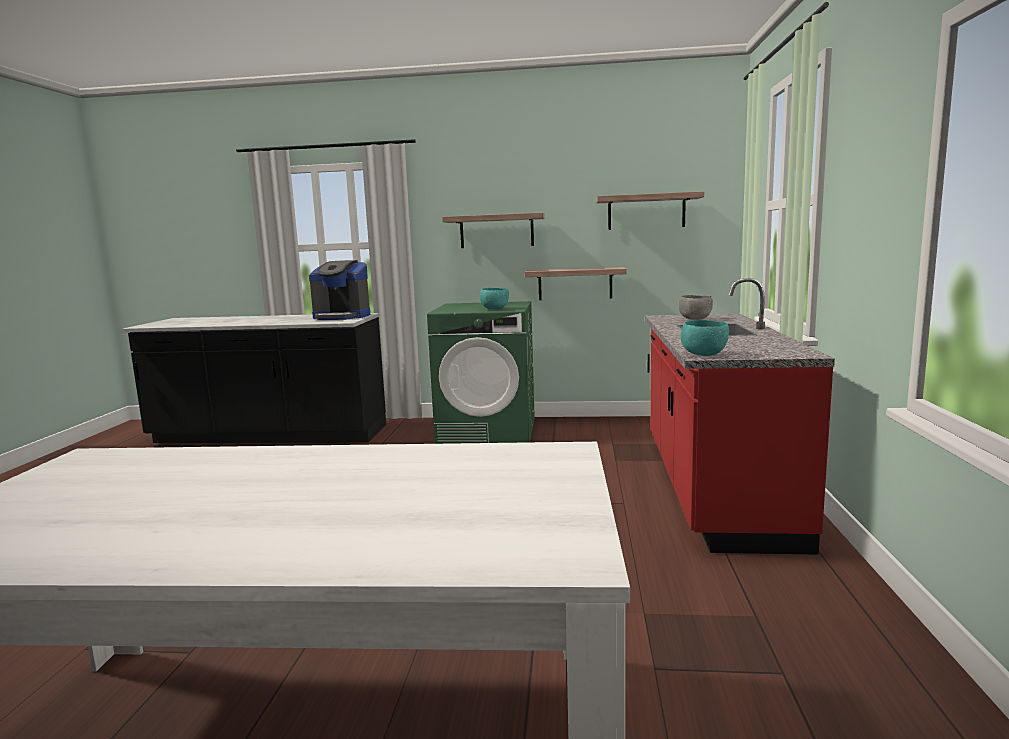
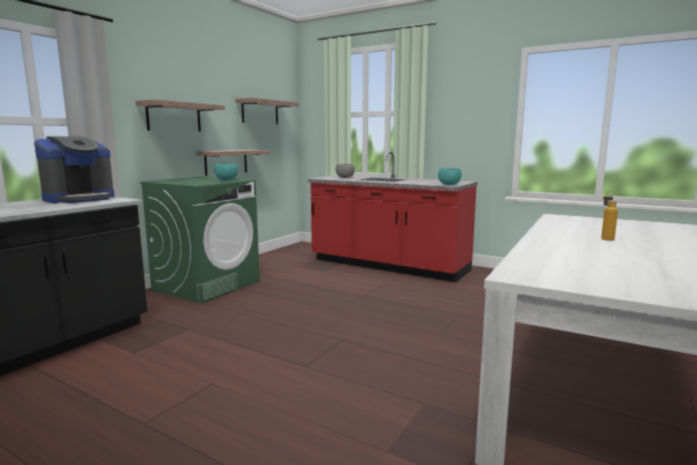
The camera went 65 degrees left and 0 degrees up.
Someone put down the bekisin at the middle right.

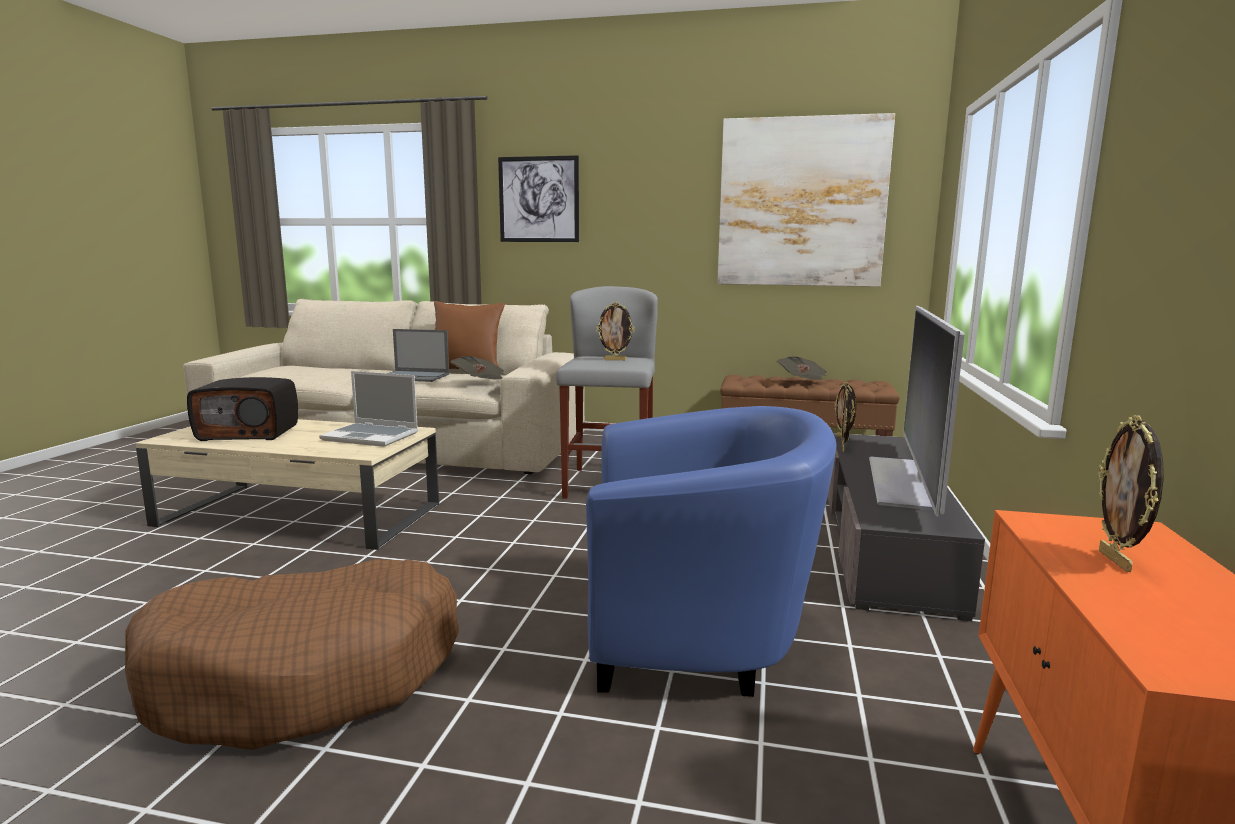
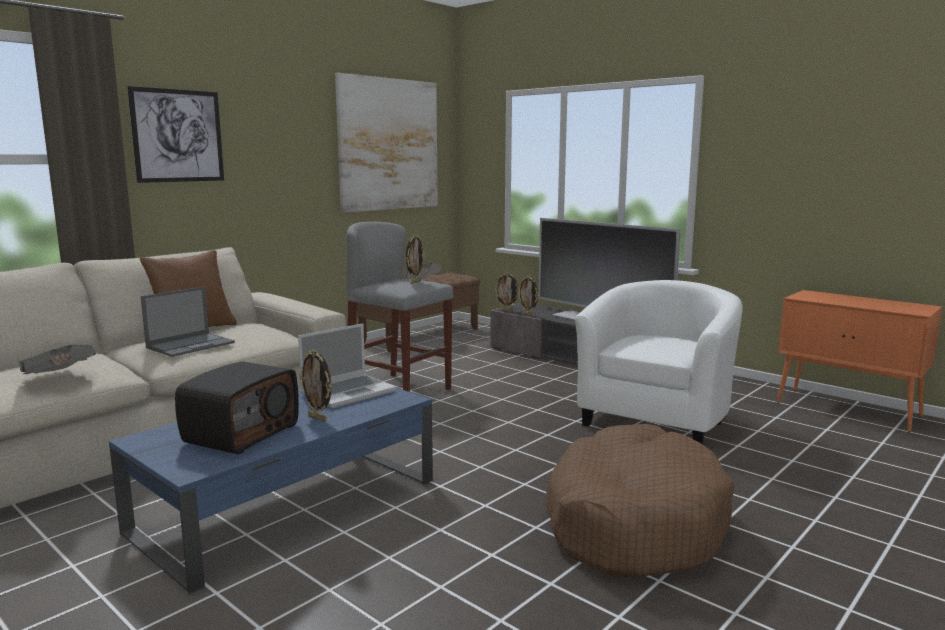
The camera went 60 degrees left and 0 degrees up.
Someone repainted the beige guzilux at the middle left, which became the blue guzilux at the bottom left.
Someone carried the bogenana (1st from left) from the centre to the middle left.
Someone repainted the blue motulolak at the bottom centre, which became the white motulolak at the middle right.
Someone carried the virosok (4th from left in the first image) from the middle right to the centre.

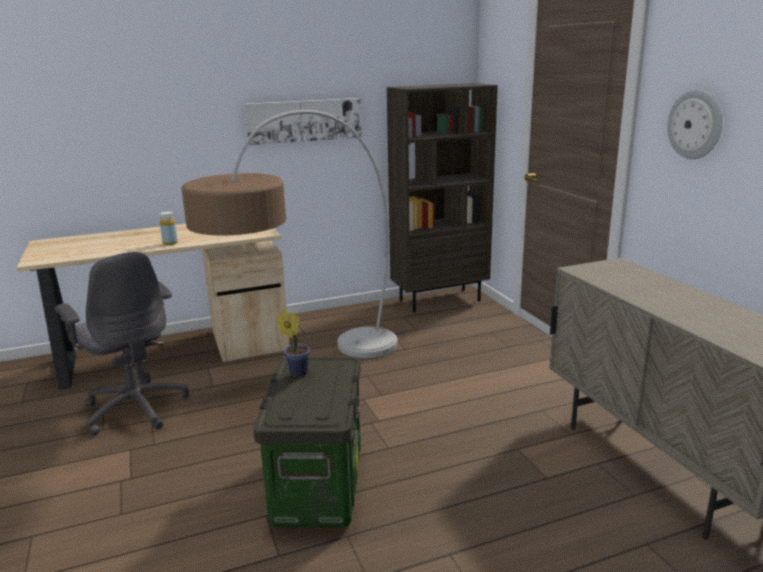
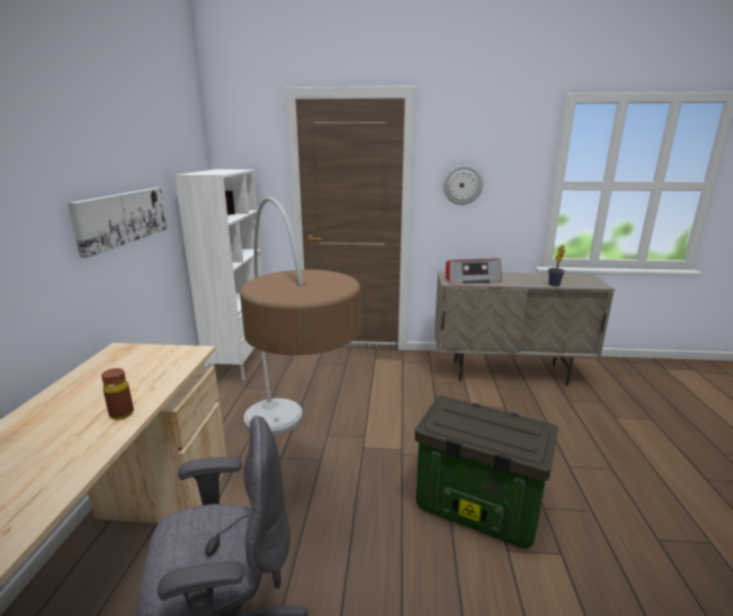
The camera went 65 degrees left and 0 degrees up.
Someone repainted the yellow bekisin at the middle left, which became the brown bekisin at the middle left.
Someone carried the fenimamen from the centre to the middle right.
Someone repainted the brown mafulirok at the centre, which became the white mafulirok at the middle left.
Someone put down the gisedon at the centre.

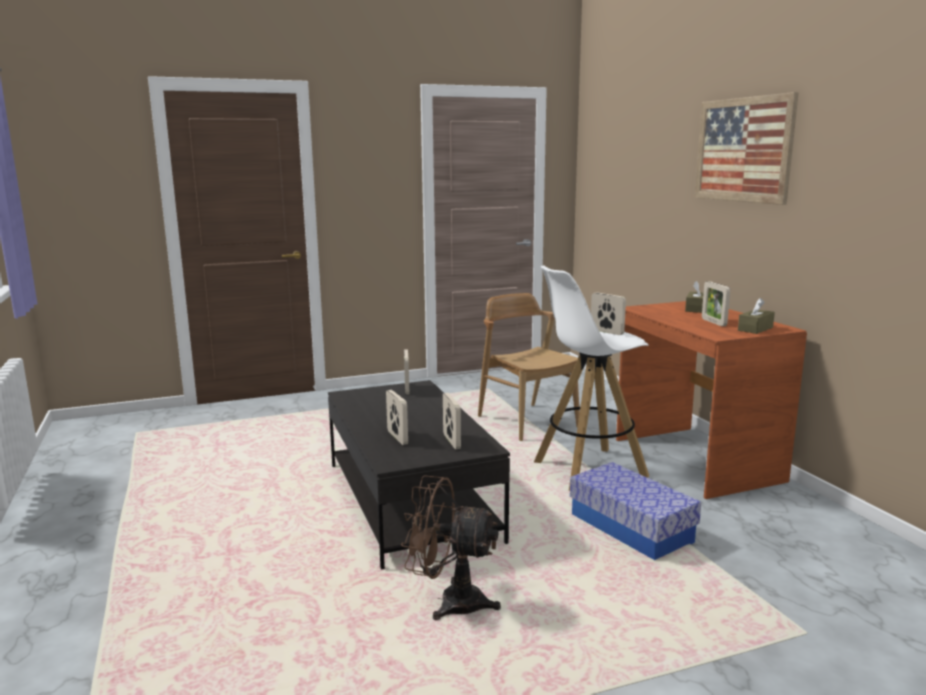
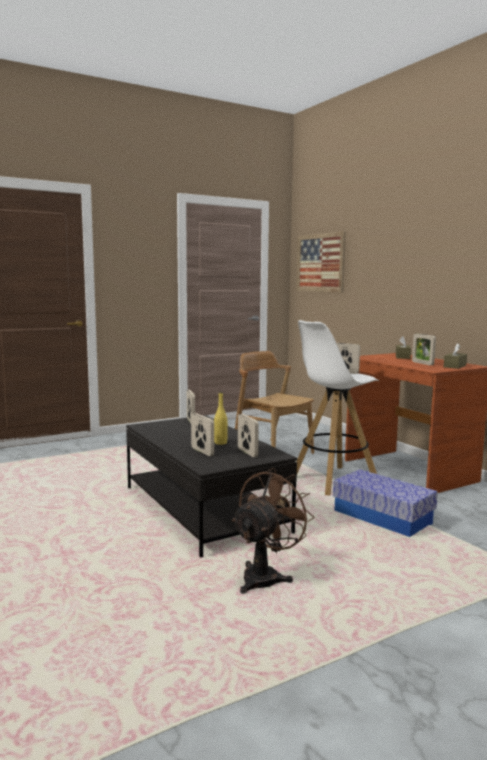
The camera went 10 degrees left and 5 degrees down.
Someone rotated the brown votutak at the bottom centre by 120 degrees clockwise.
Someone carried the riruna from the top right to the centre.
Someone put down the yellow bekisin at the centre.

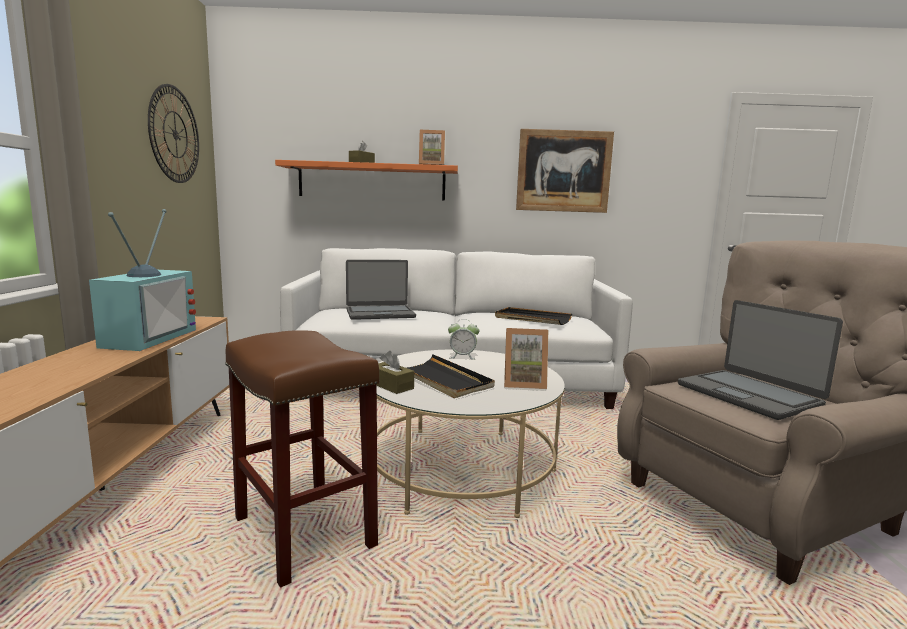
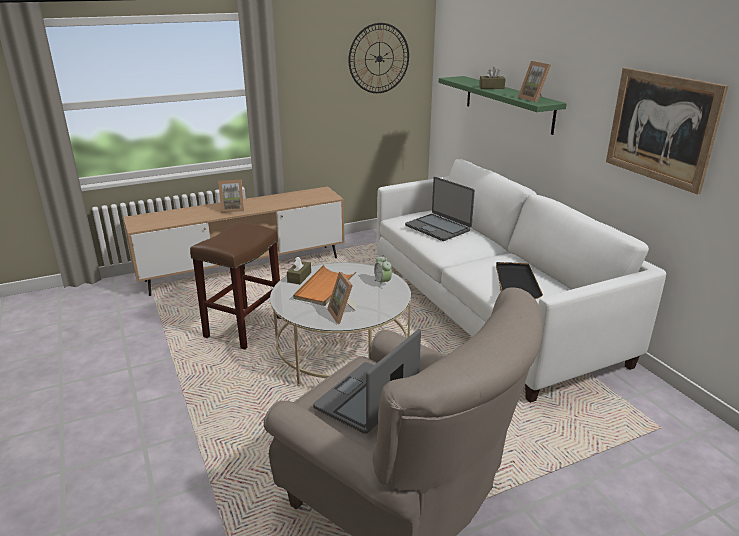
The camera went 65 degrees right and 15 degrees up.
Someone took away the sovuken at the middle left.
Someone repainted the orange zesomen at the top centre, which became the green zesomen at the top right.
Someone repainted the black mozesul (1st from left) at the centre, which became the orange mozesul at the centre.
Someone put down the virosok (1st from left) at the middle left.

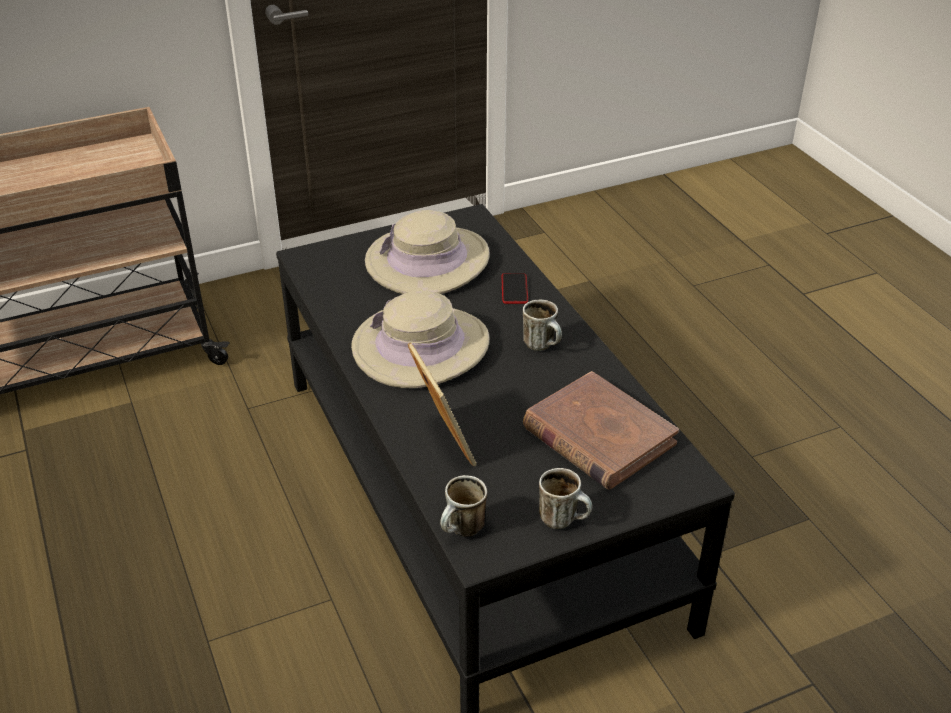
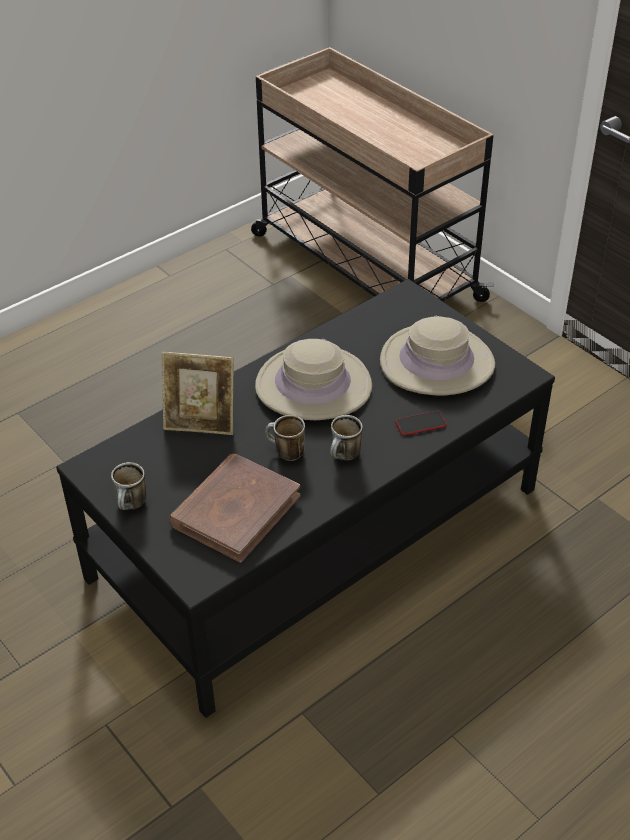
The camera went 75 degrees right and 5 degrees up.
Someone rotated the virosok at the centre by 45 degrees clockwise.
Someone carried the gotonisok (1st from left in the first image) from the bottom centre to the centre.

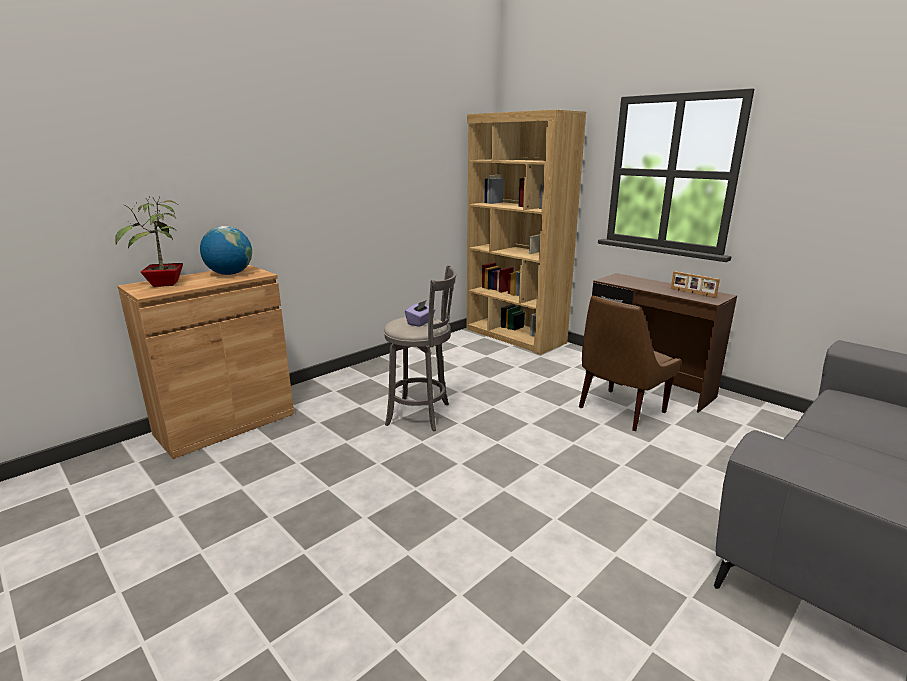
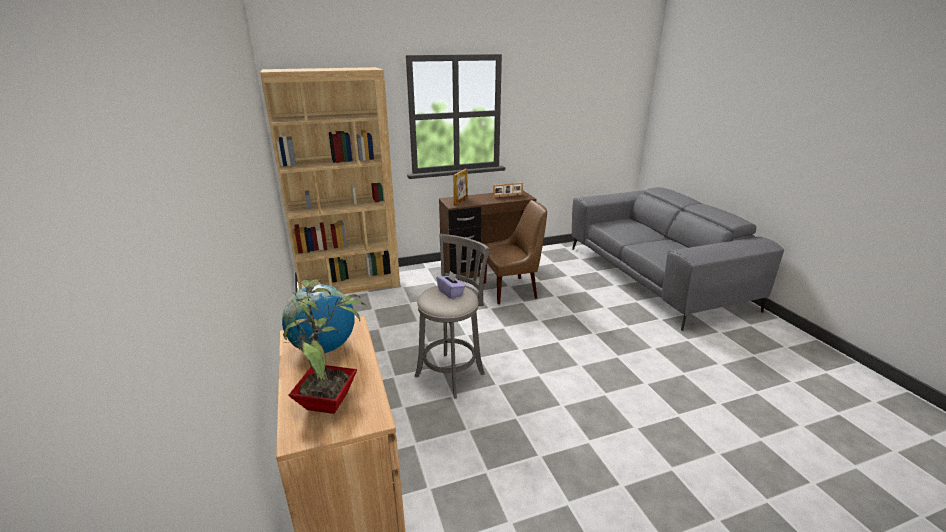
The camera went 65 degrees left and 5 degrees up.
Someone rotated the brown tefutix at the middle right by 90 degrees counterclockwise.
Someone put down the virosok (1st from left) at the centre.

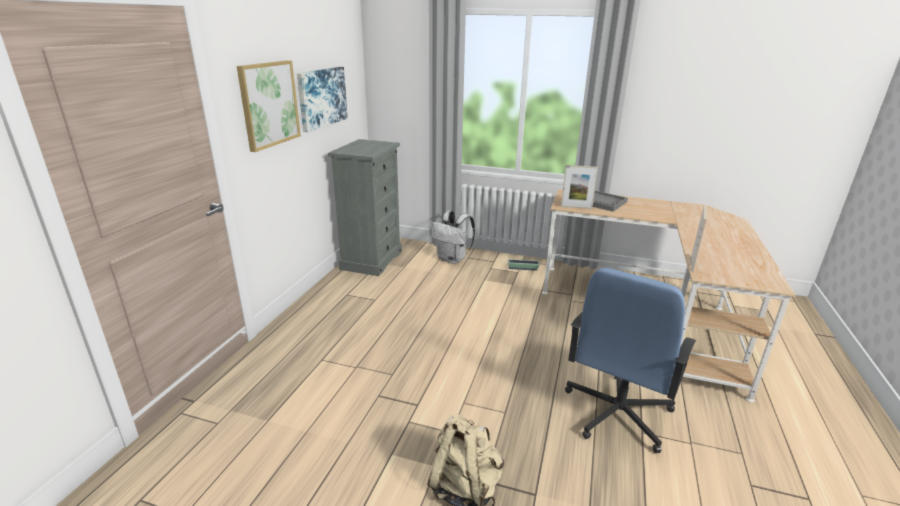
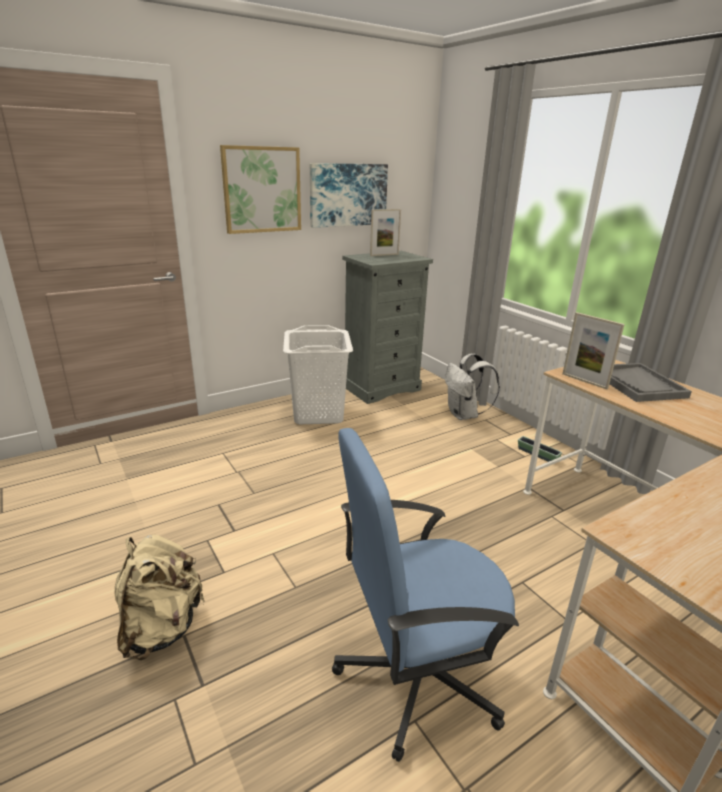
The camera went 40 degrees right and 0 degrees up.
Someone carried the virosok (2nd from left in the first image) from the middle right to the top centre.
Someone put down the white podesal at the centre.

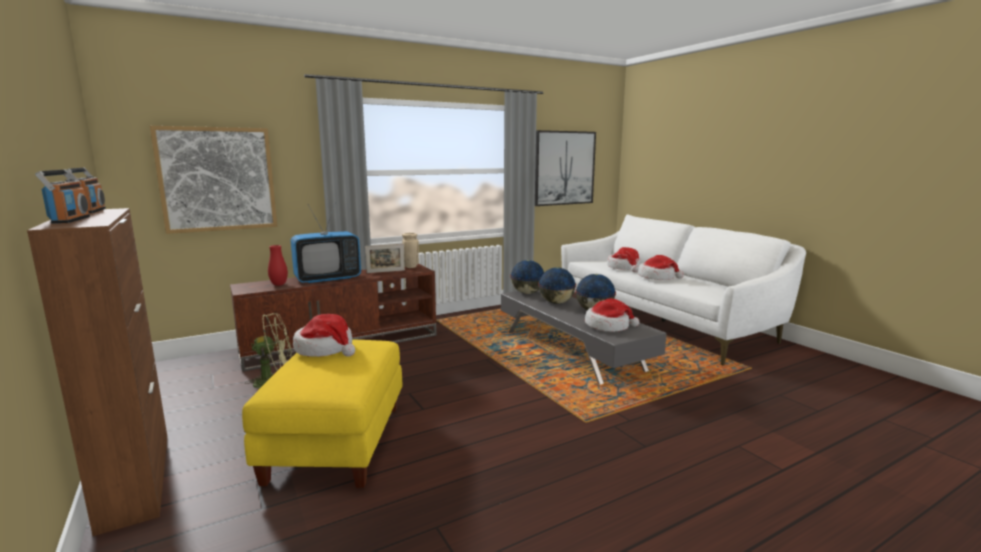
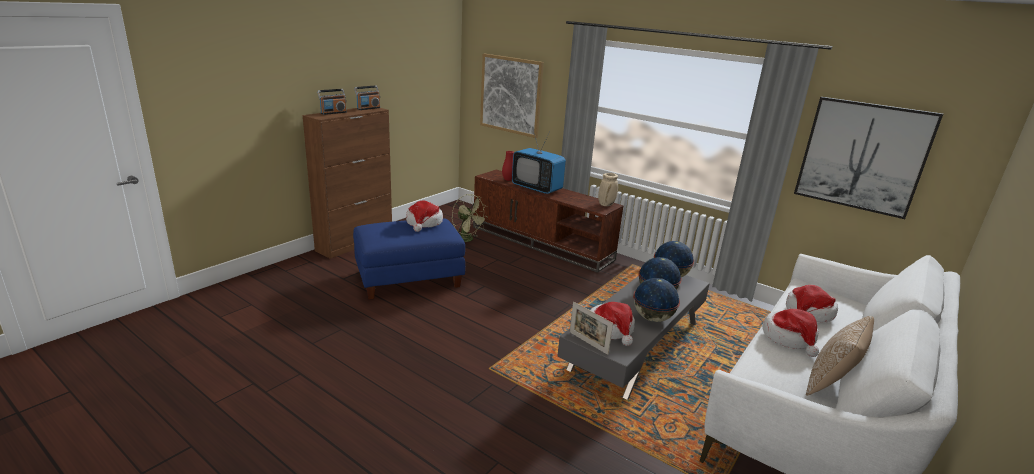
The camera went 65 degrees right and 10 degrees up.
Someone repainted the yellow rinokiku at the bottom left, which became the blue rinokiku at the centre.
Someone carried the virosok from the centre to the bottom centre.
Someone put down the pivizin at the bottom right.

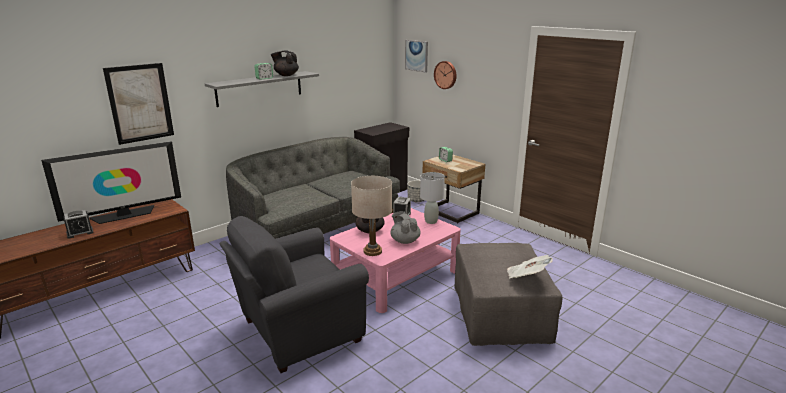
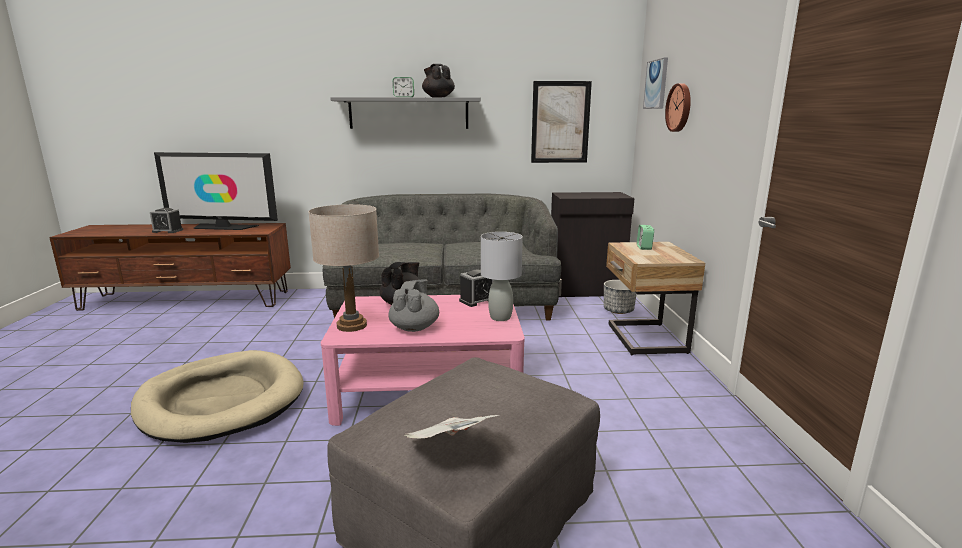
The camera went 40 degrees right and 5 degrees down.
Someone carried the riruna (1st from left) from the top left to the top centre.
Someone swapped the grey motulolak at the bottom centre for the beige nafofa at the bottom left.

